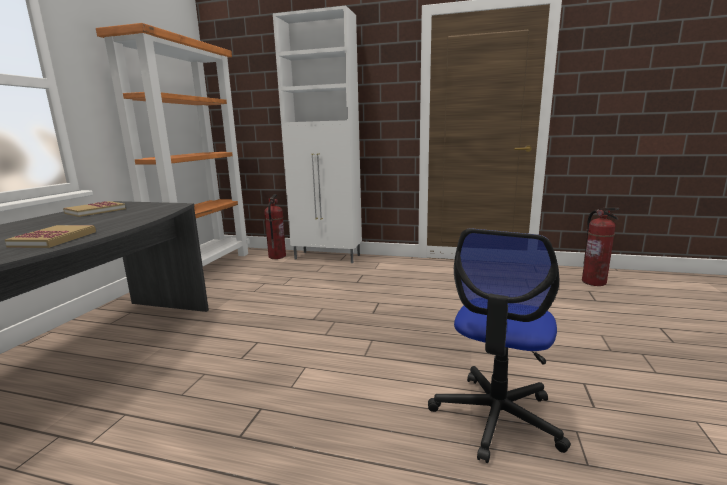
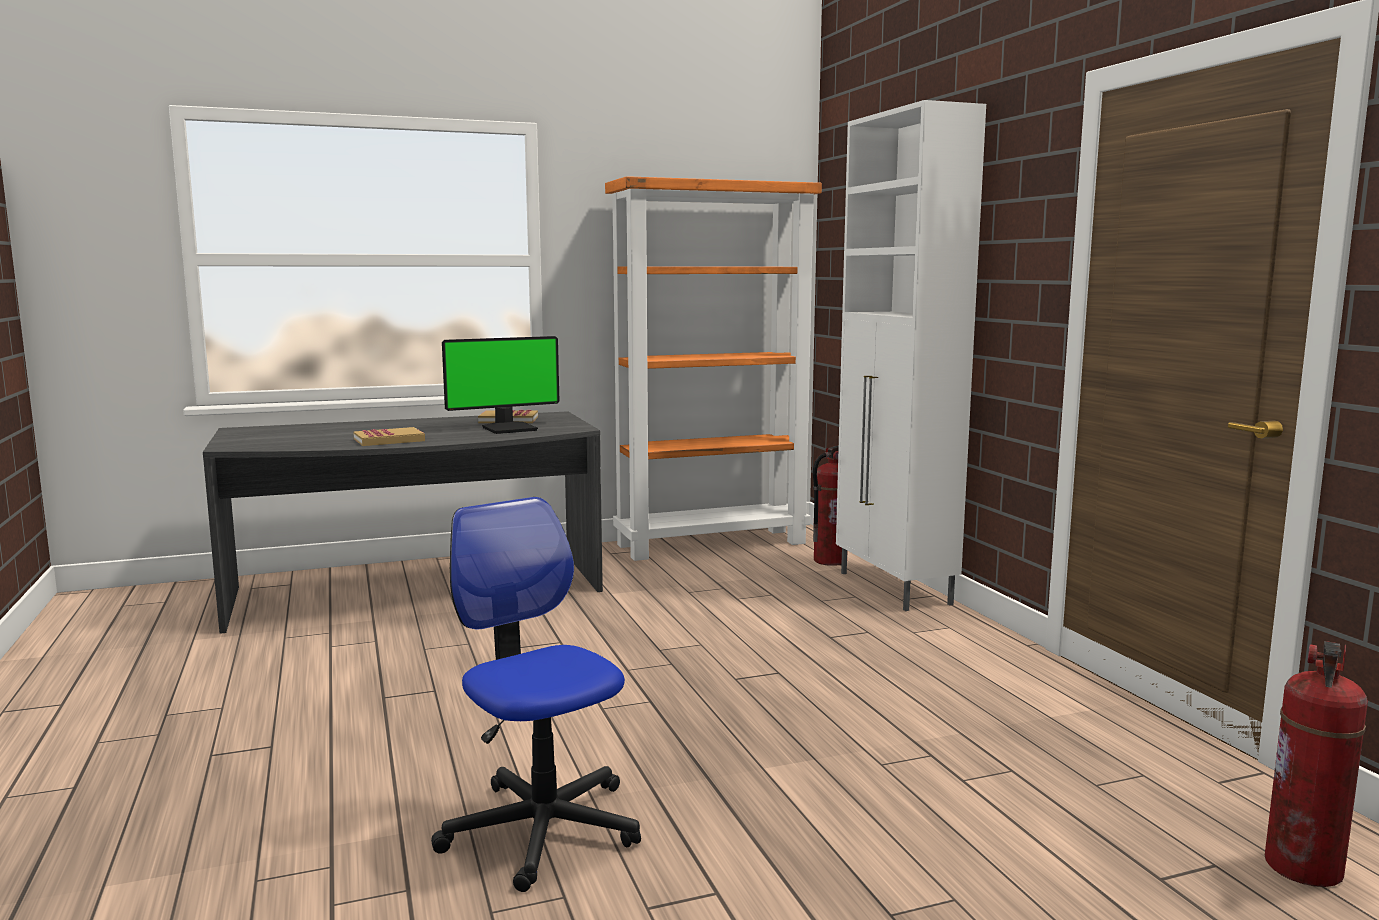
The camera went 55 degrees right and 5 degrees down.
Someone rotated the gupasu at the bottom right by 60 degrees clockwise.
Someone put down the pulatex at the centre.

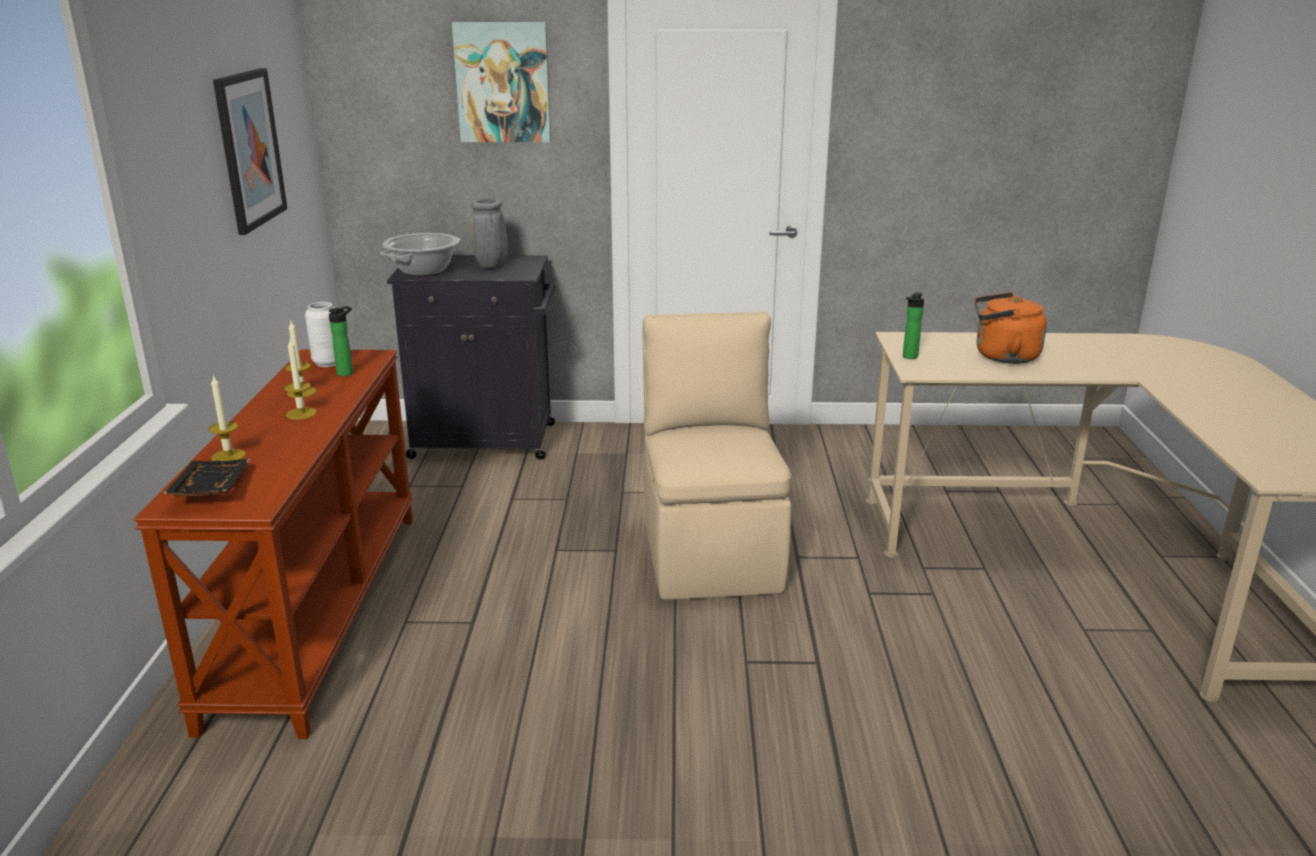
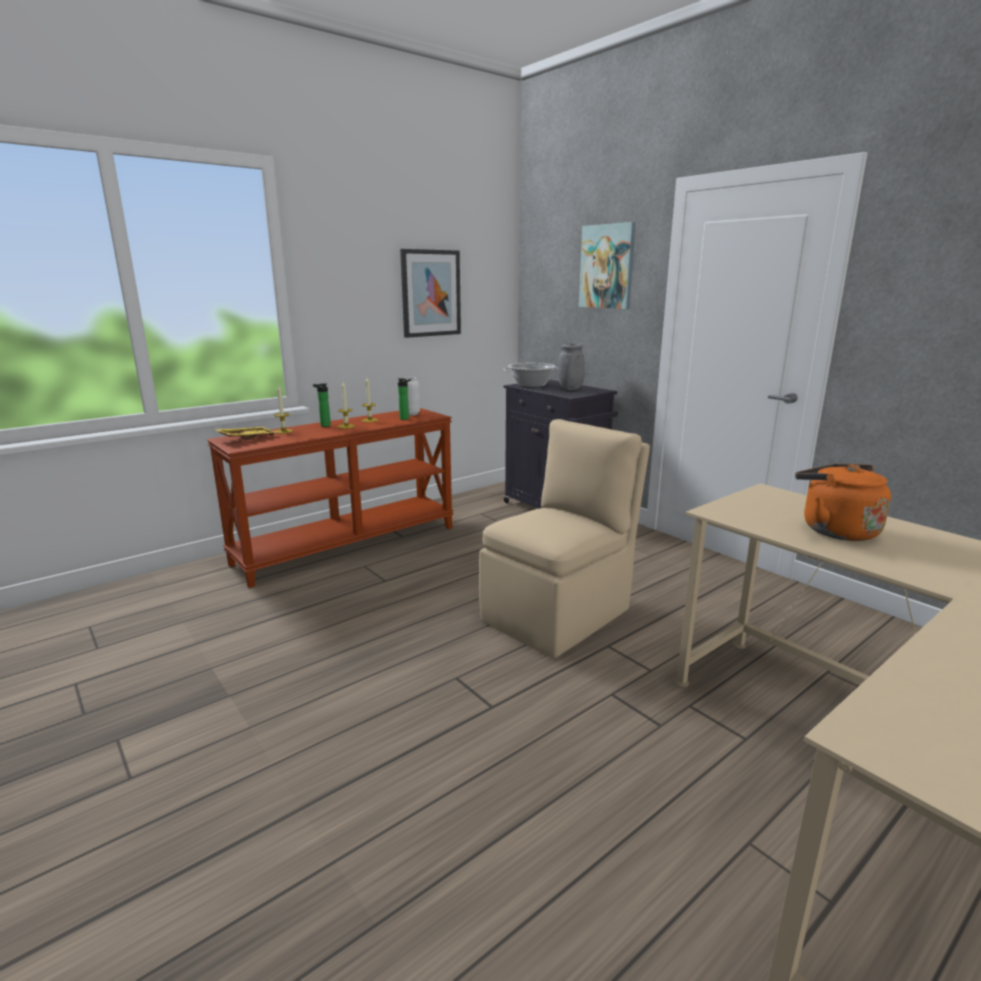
The camera went 50 degrees right and 5 degrees down.
Someone repainted the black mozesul at the middle left, which became the yellow mozesul at the middle left.
Someone carried the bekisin (2nd from left in the first image) from the middle right to the middle left.

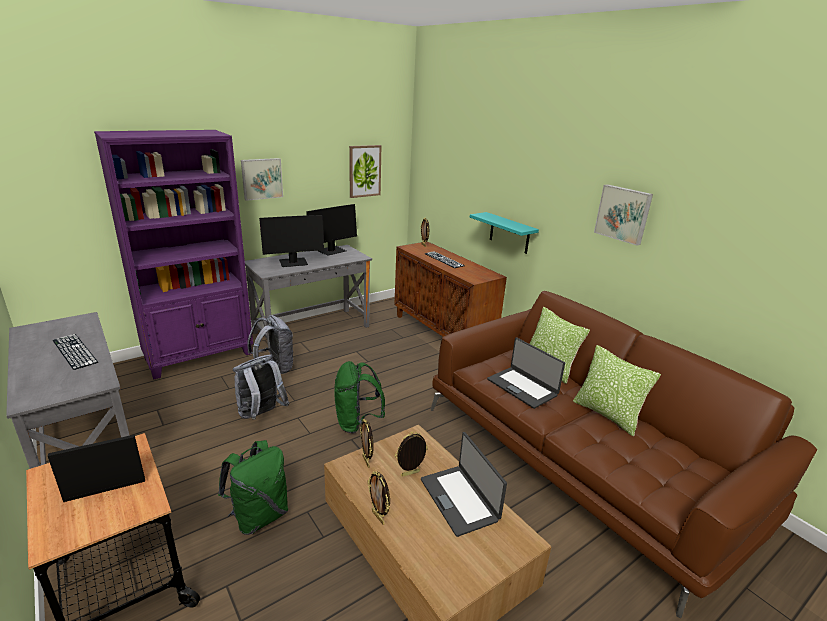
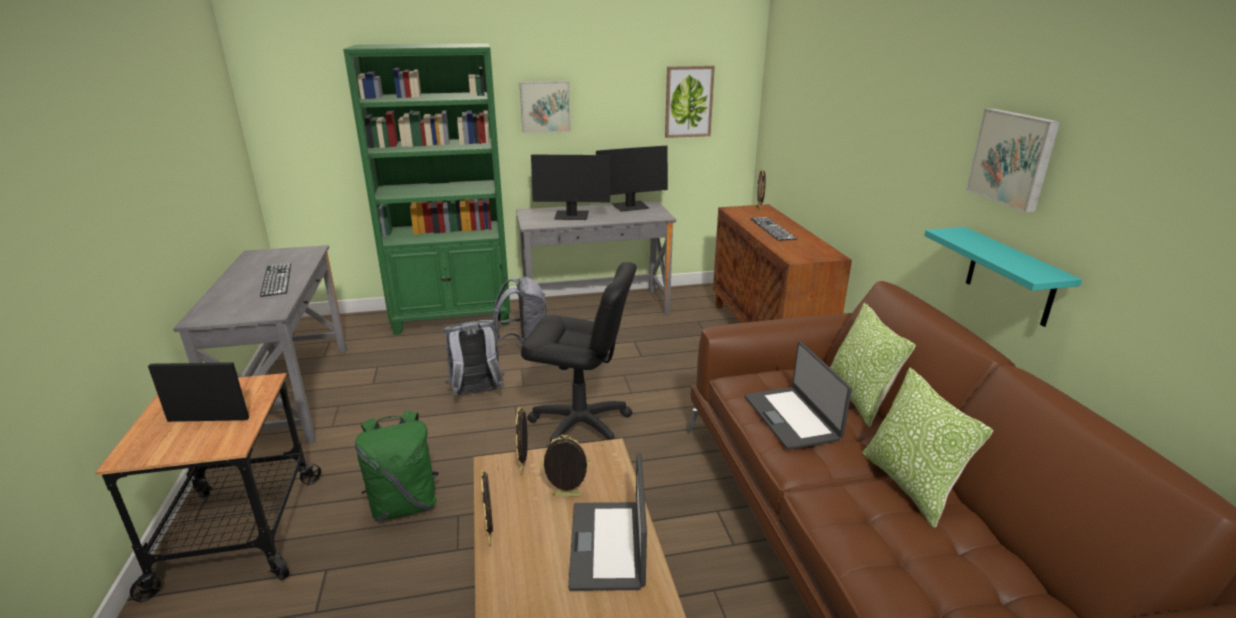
The camera went 25 degrees right and 0 degrees up.
Someone repainted the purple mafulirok at the middle left, which became the green mafulirok at the top centre.
Someone swapped the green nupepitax (2nd from left) at the centre for the black gupasu at the centre.
Someone carried the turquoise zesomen from the centre to the middle right.

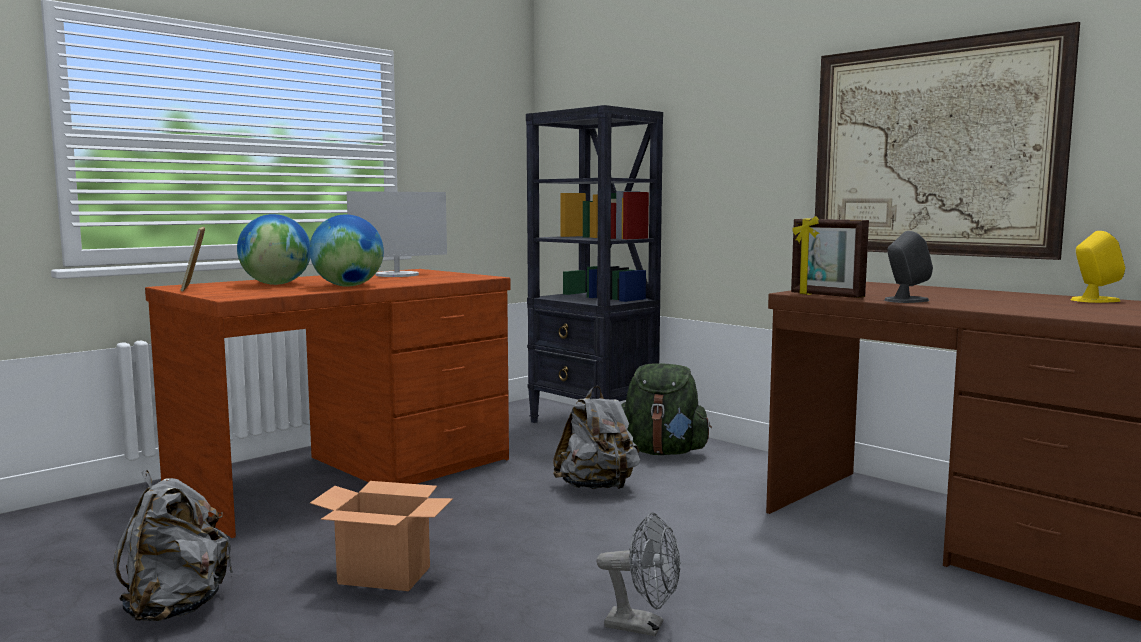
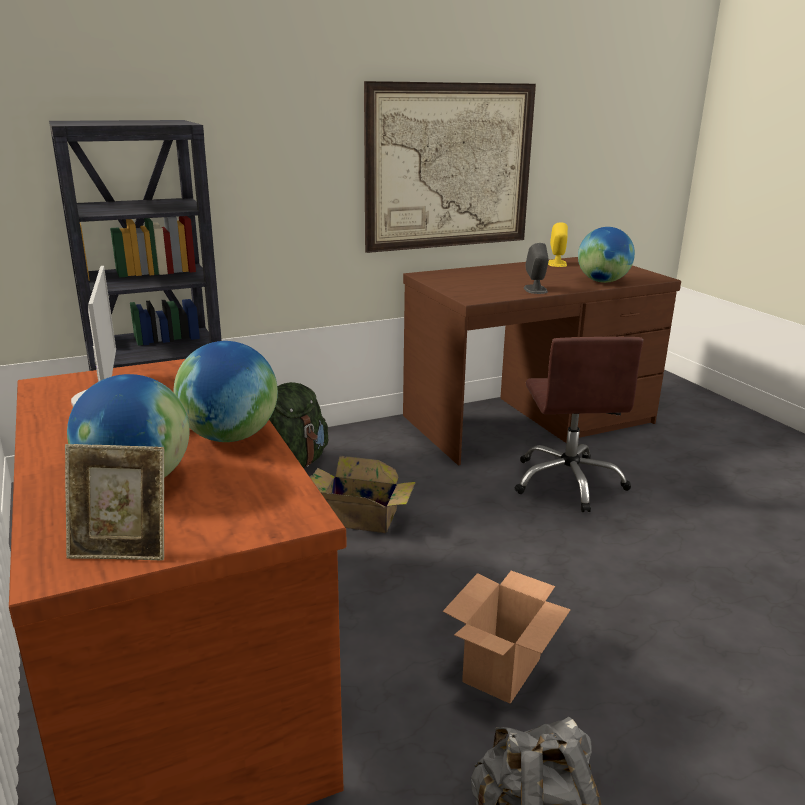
The camera went 70 degrees left and 15 degrees up.
Someone swapped the grey nupepitax (2nd from left) at the bottom centre for the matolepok (1st from left) at the centre.
Someone took away the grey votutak at the bottom centre.
Someone took away the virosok (2nd from left) at the middle right.
Someone put down the brown gupasu at the middle right.
Someone put down the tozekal (3rd from left) at the top right.

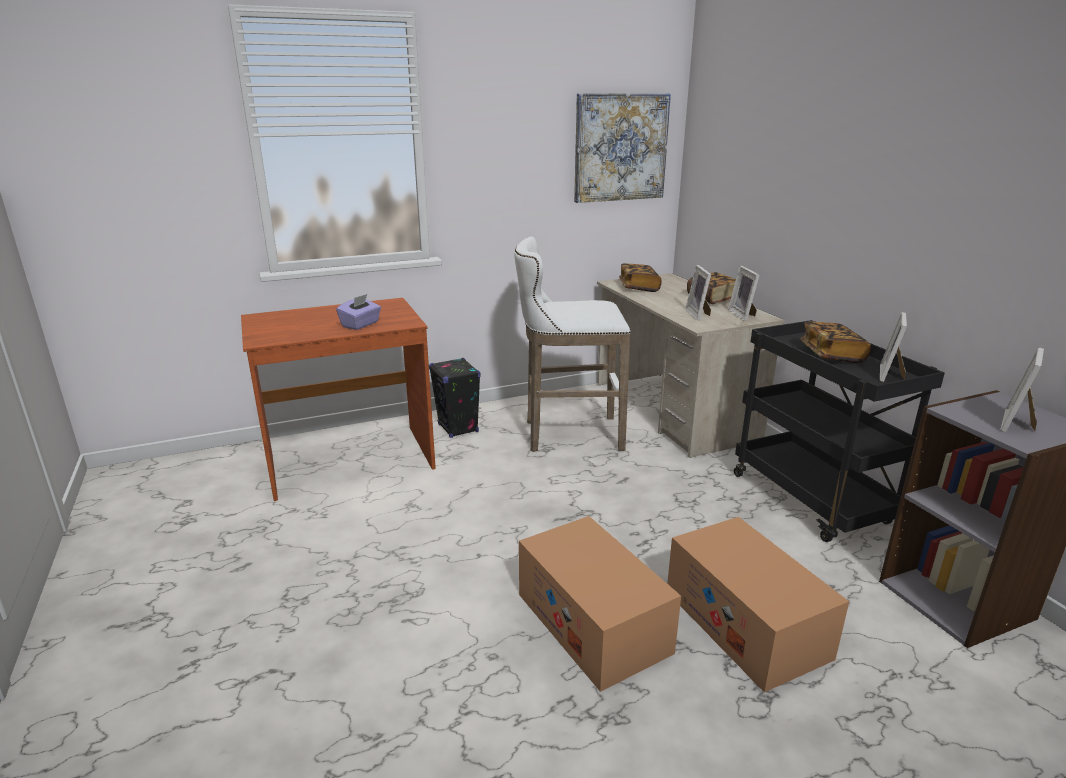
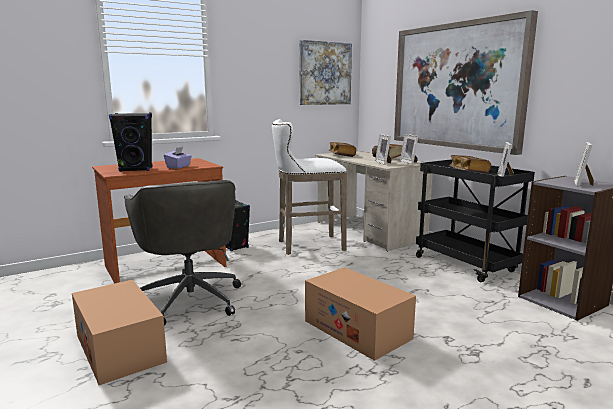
The camera went 10 degrees left and 10 degrees down.
Someone carried the matolepok (2nd from left in the first image) from the bottom right to the bottom left.
Someone put down the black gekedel (1st from left) at the middle left.
Someone put down the grey gupasu at the middle left.
Someone put up the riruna (2nd from left) at the top right.

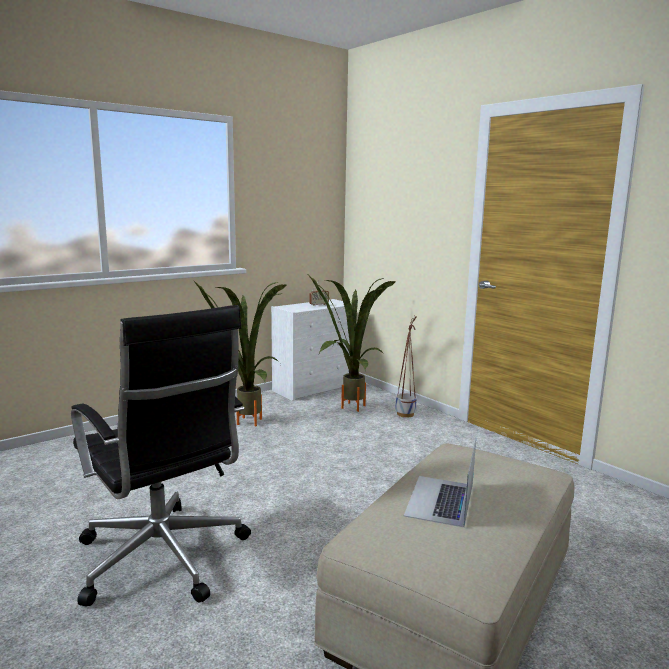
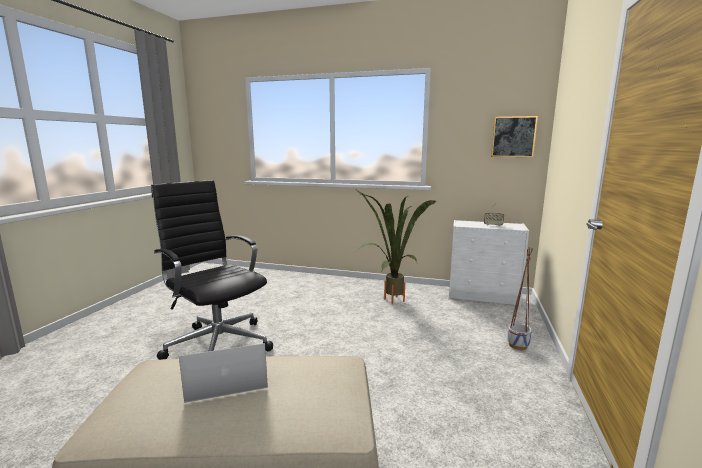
The camera went 55 degrees right and 0 degrees up.
Someone rotated the black gupasu at the bottom left by 120 degrees clockwise.
Someone took away the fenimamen (2nd from left) at the centre.
Someone put up the riruna at the top right.

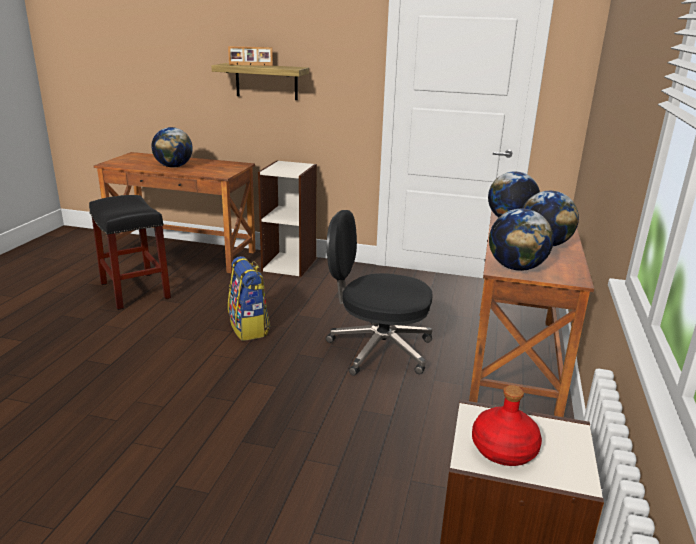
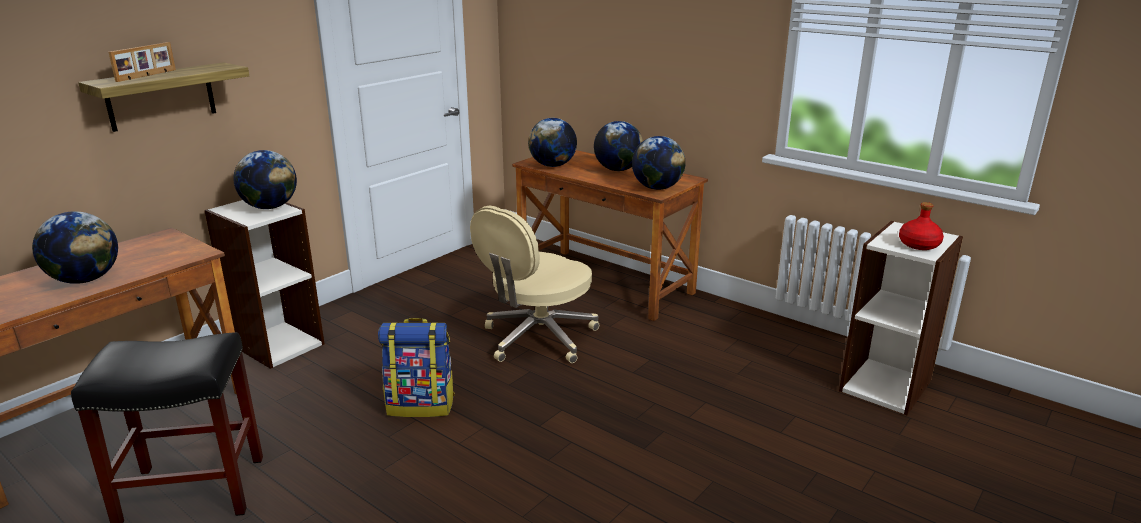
The camera went 65 degrees left and 0 degrees up.
Someone repainted the black gupasu at the centre, which became the beige gupasu at the centre.
Someone put down the tozekal (2nd from left) at the middle left.

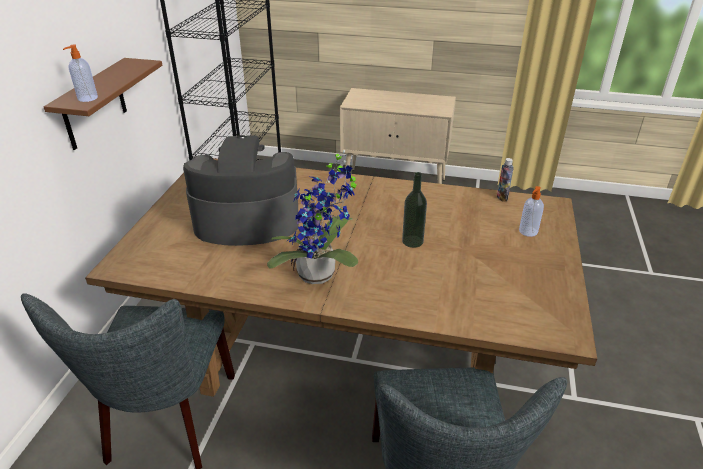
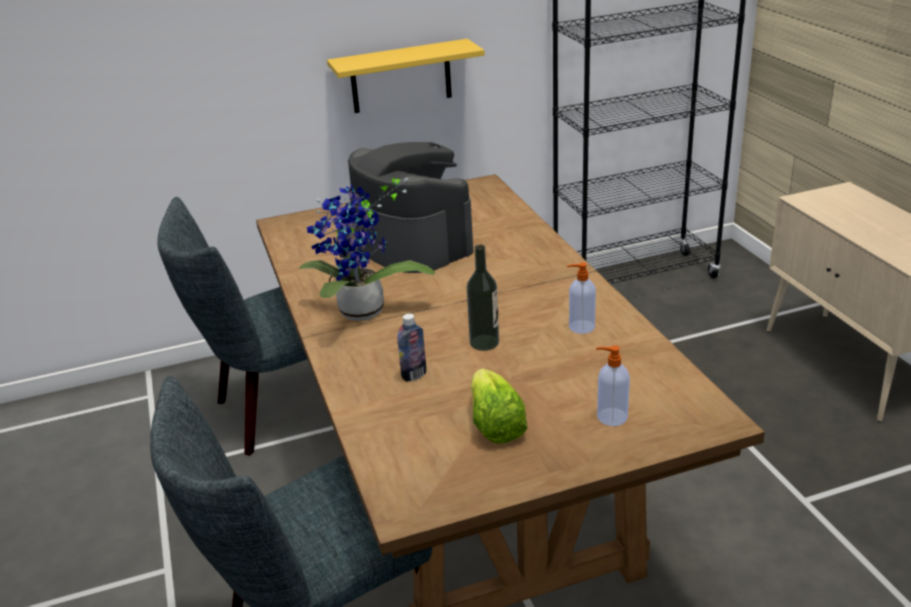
The camera went 60 degrees right and 5 degrees down.
Someone repainted the brown zesomen at the top left, which became the yellow zesomen at the top centre.
Someone carried the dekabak (1st from left) from the top left to the centre.
Someone carried the bekisin (2nd from left in the first image) from the middle right to the centre.
Someone put down the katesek at the bottom centre.

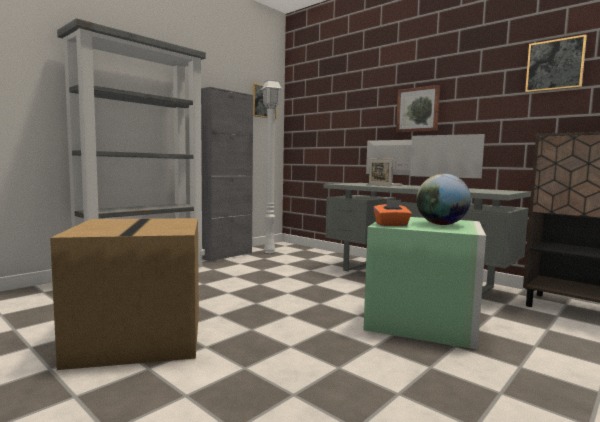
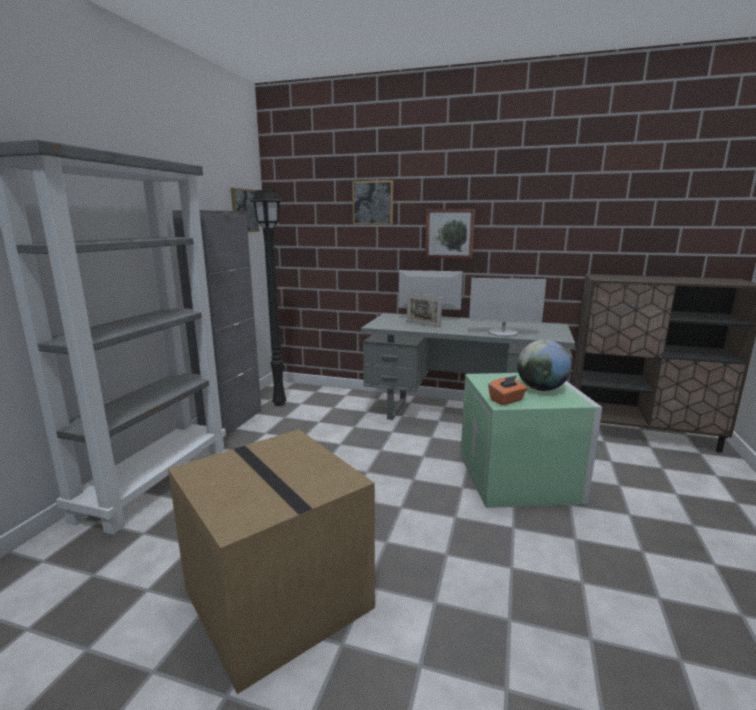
The camera went 25 degrees left and 10 degrees up.
Someone repainted the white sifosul at the centre, which became the black sifosul at the centre.
Someone carried the riruna (3rd from left in the first image) from the top right to the top centre.

